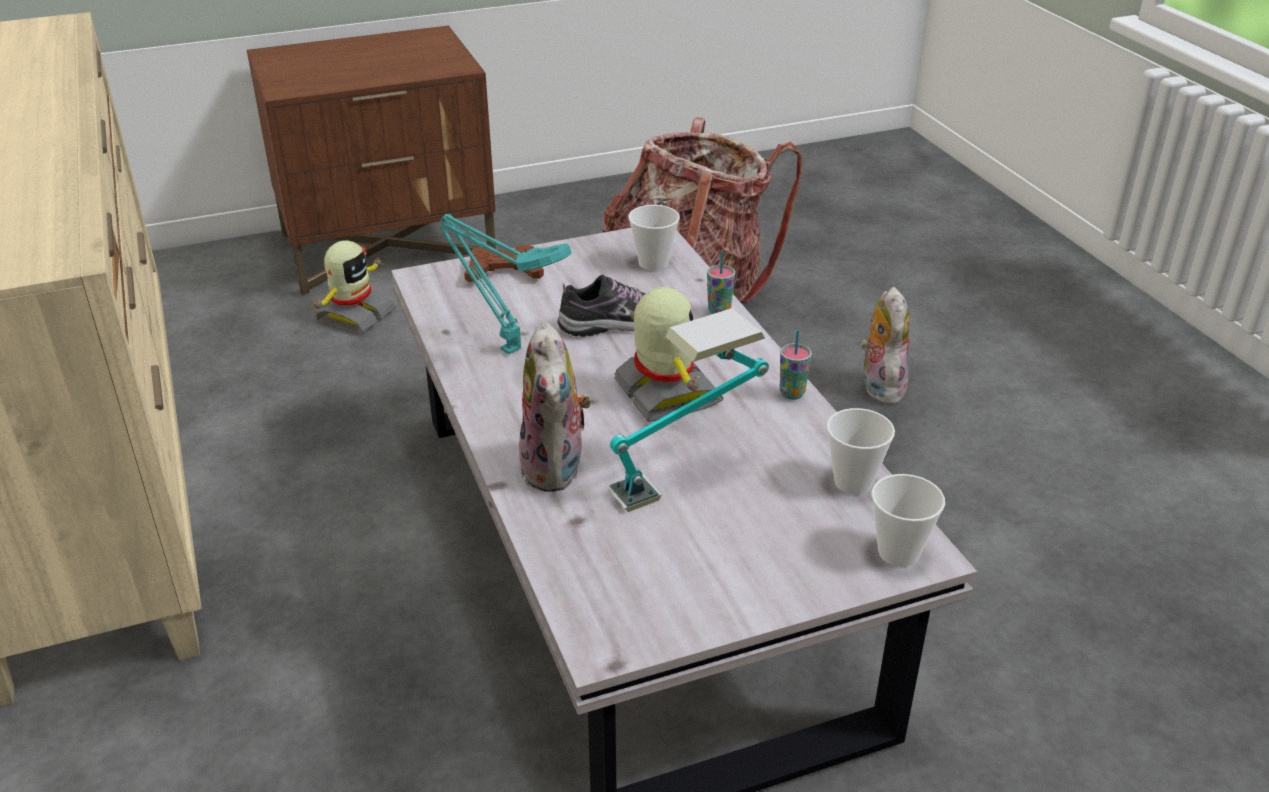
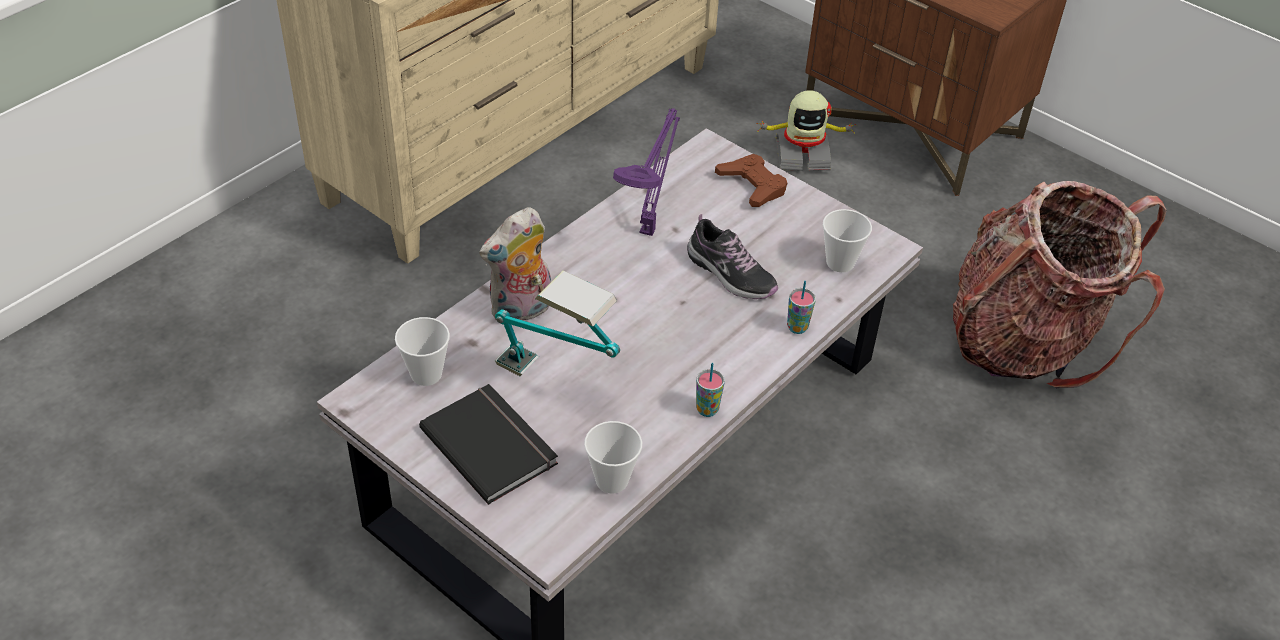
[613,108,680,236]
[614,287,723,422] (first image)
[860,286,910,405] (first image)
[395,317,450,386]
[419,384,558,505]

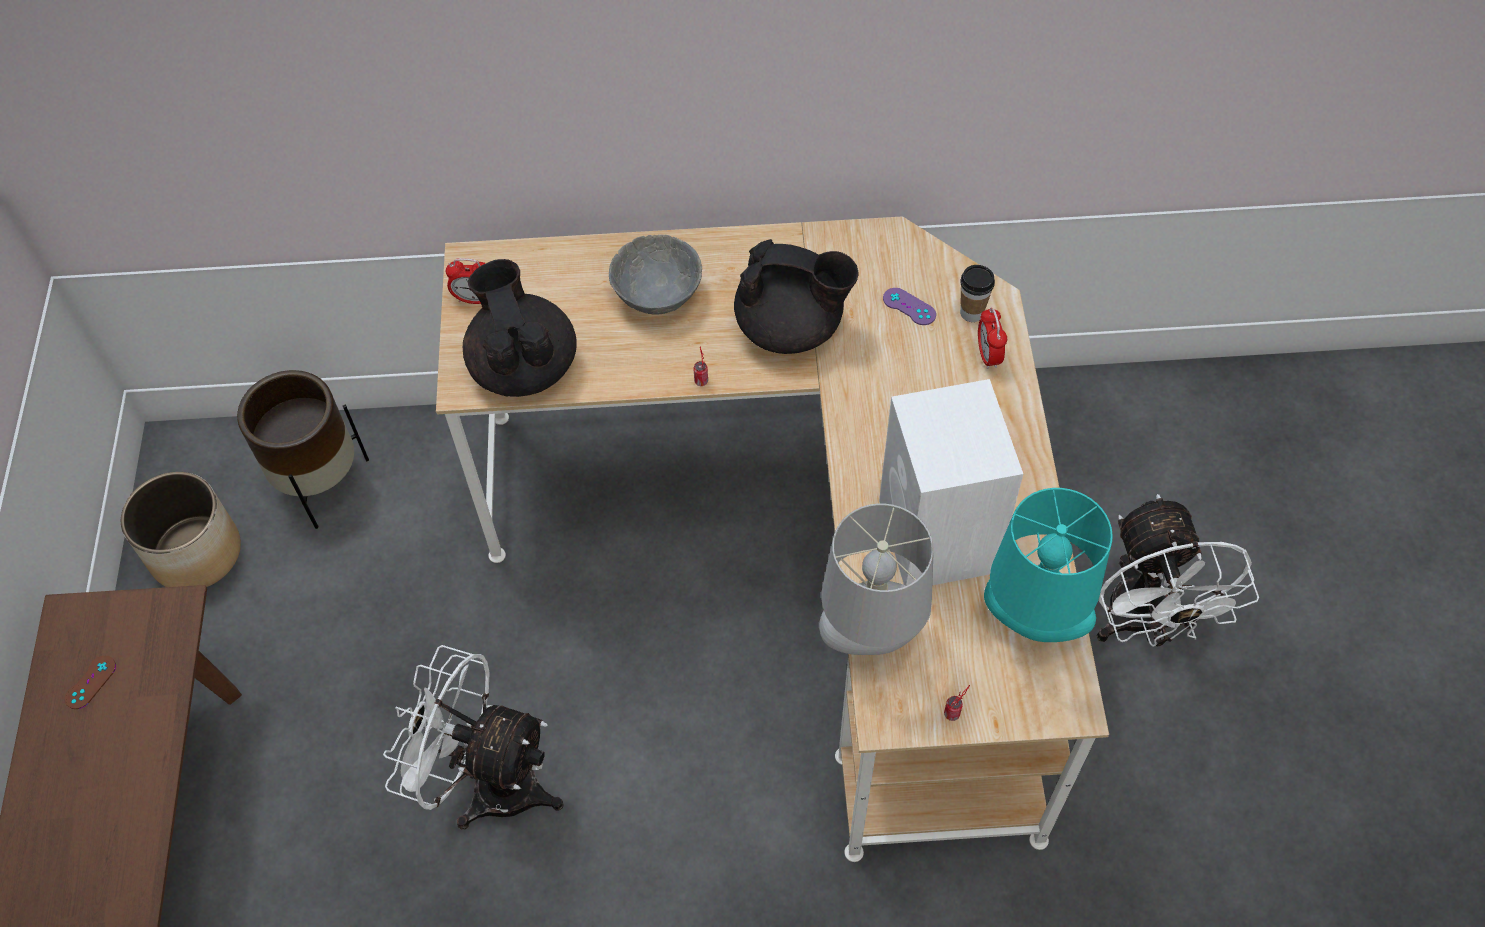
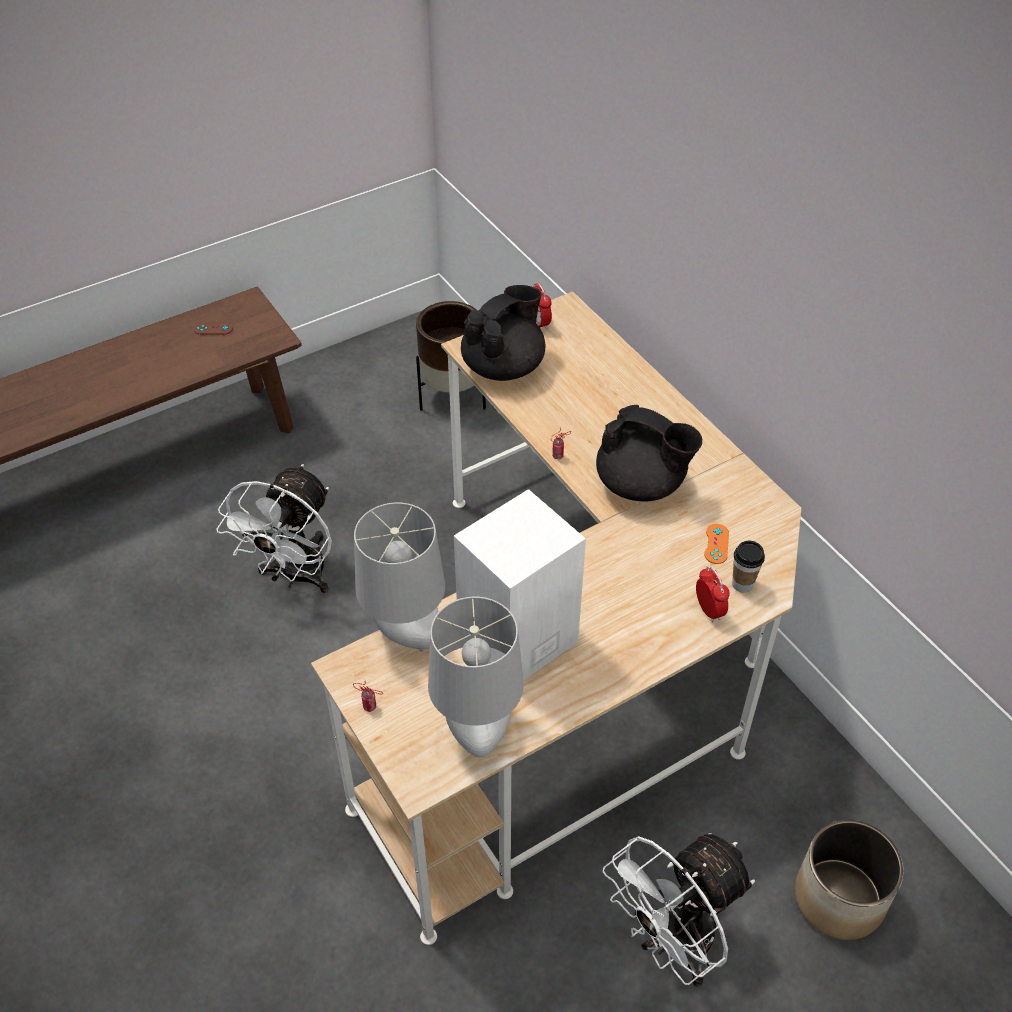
[795,820,903,940]
[216,464,332,593]
[609,235,702,315] (first image)
[596,405,702,501]
[704,524,729,564]
[696,566,730,622]
[428,597,524,757]

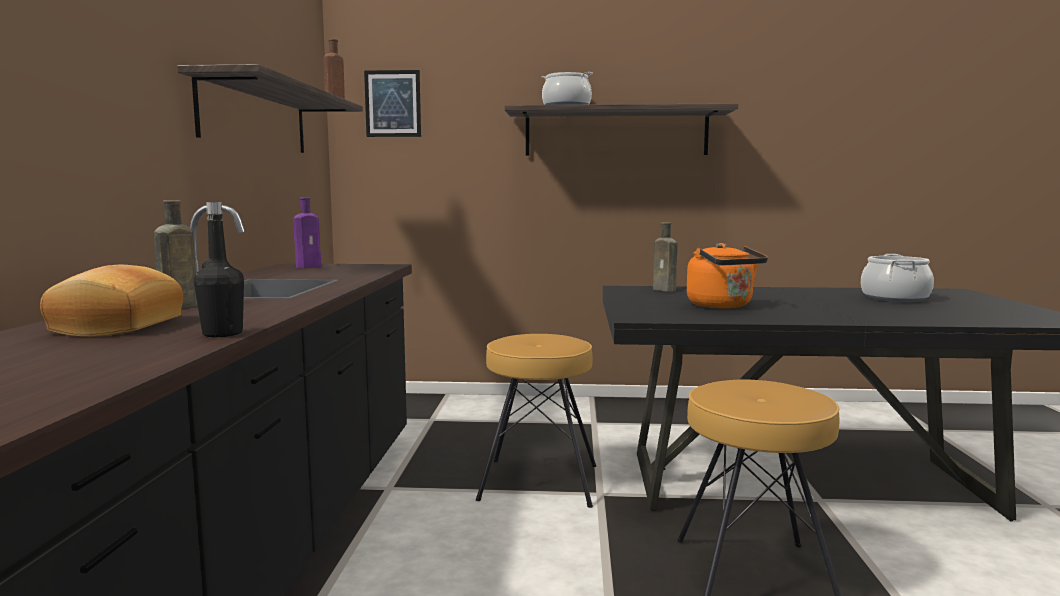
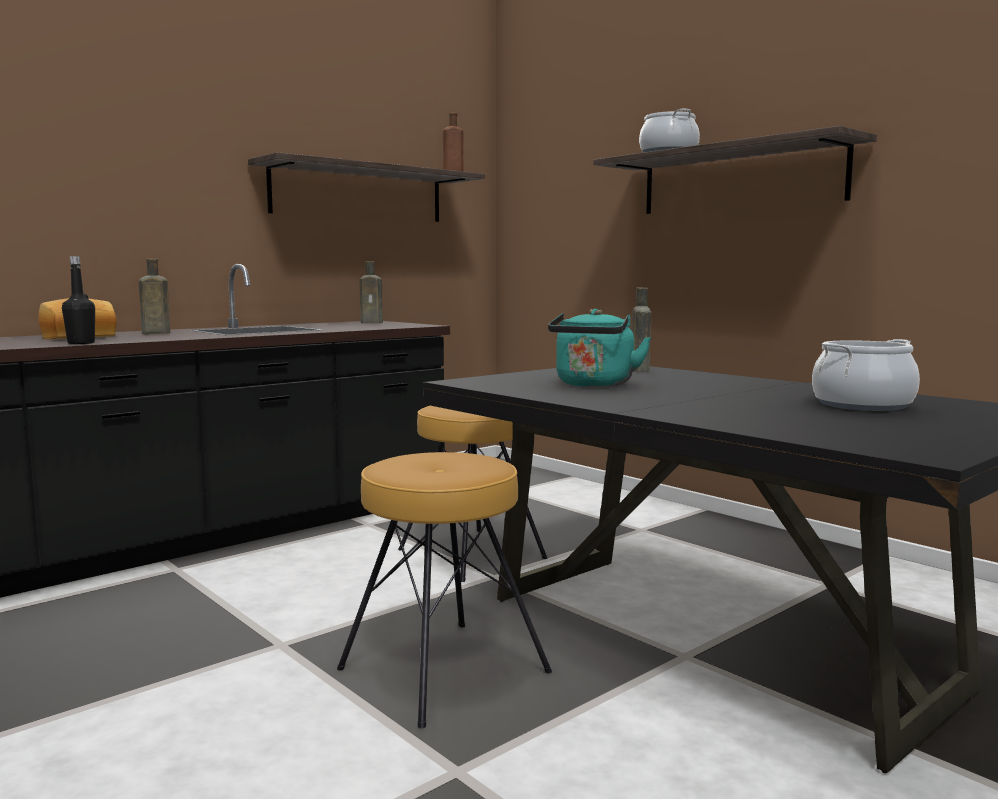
[359,261,383,323]
[364,70,421,137] (first image)
[548,309,651,387]

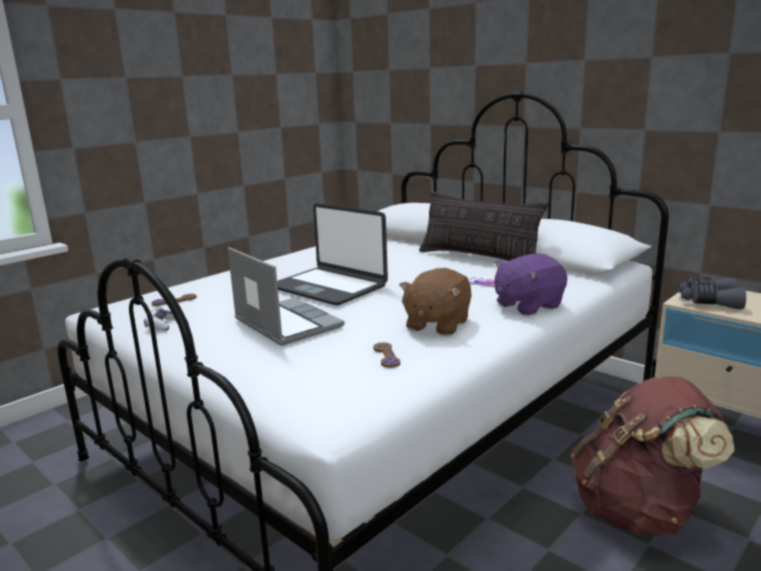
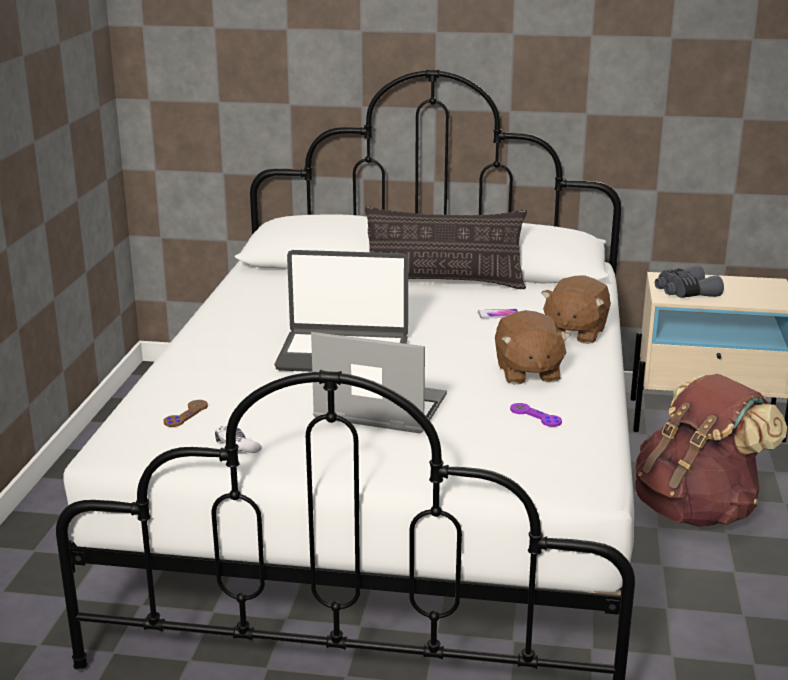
[510,403,562,427]
[541,275,611,344]

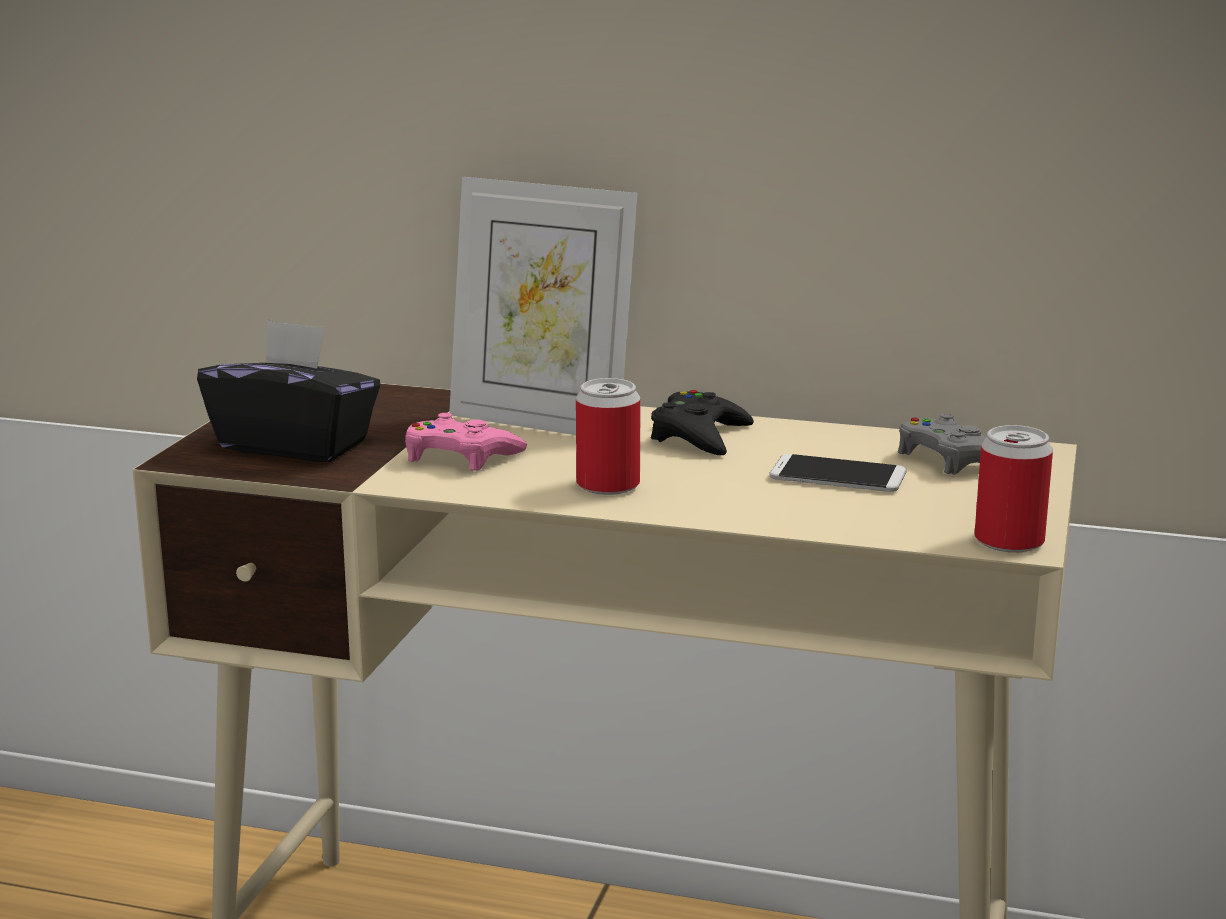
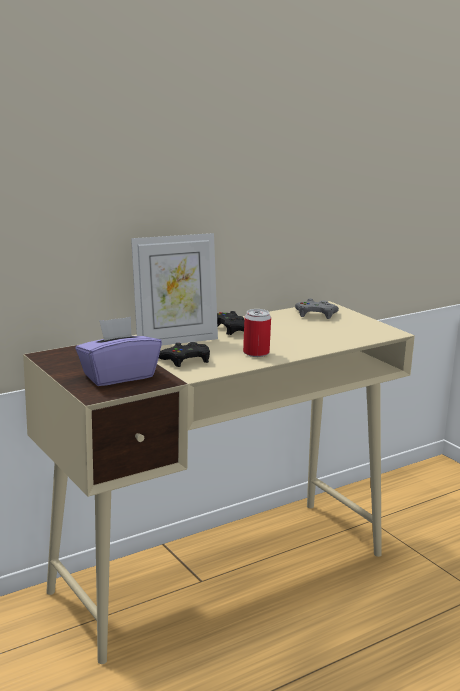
[75,316,162,386]
[159,342,210,367]
[769,454,907,492] (first image)
[975,425,1053,552] (first image)

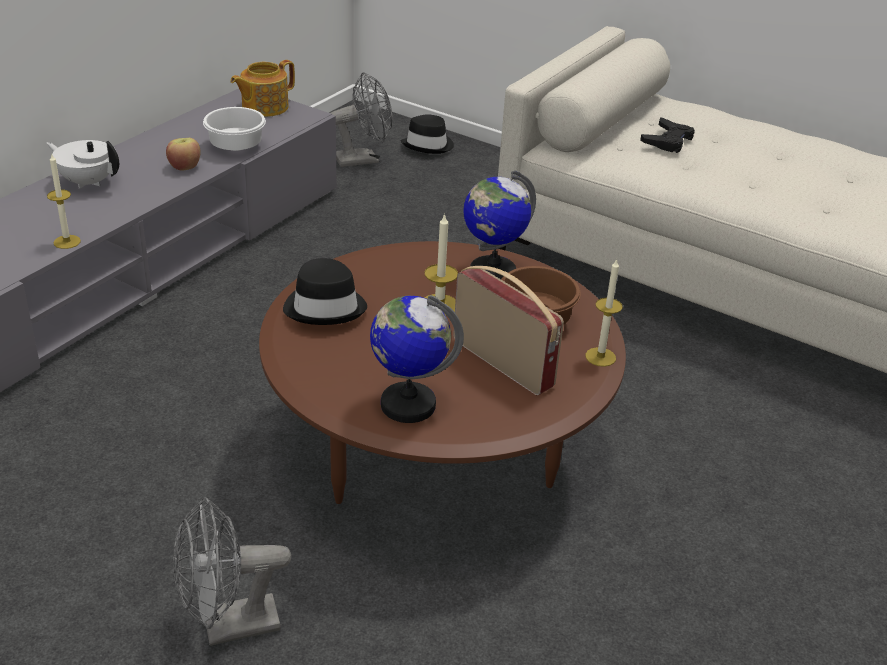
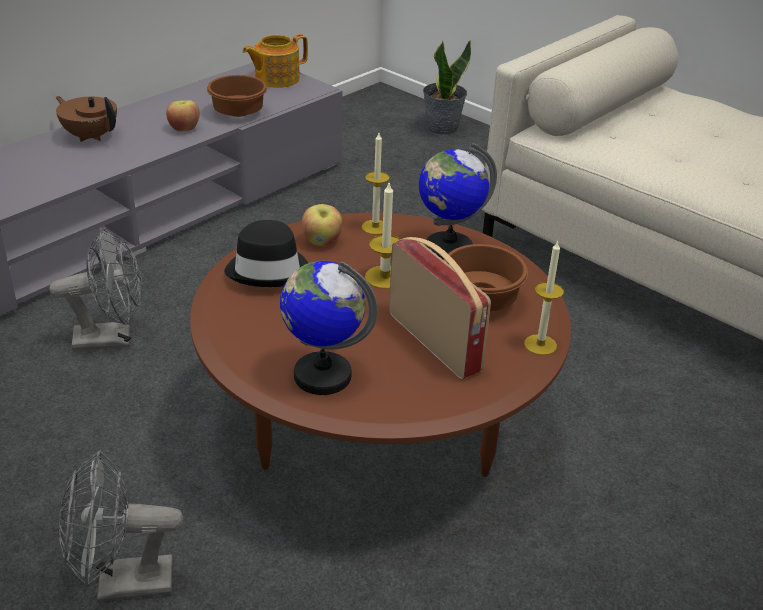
[56,96,117,142]
[362,133,390,235]
[207,75,267,117]
[49,229,142,351]
[423,40,471,135]
[640,117,695,153] (first image)
[302,204,343,246]

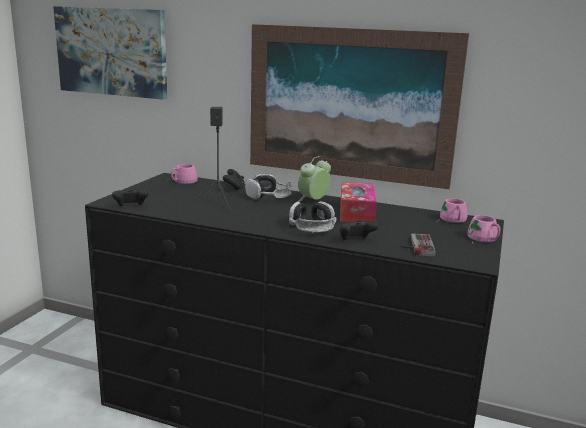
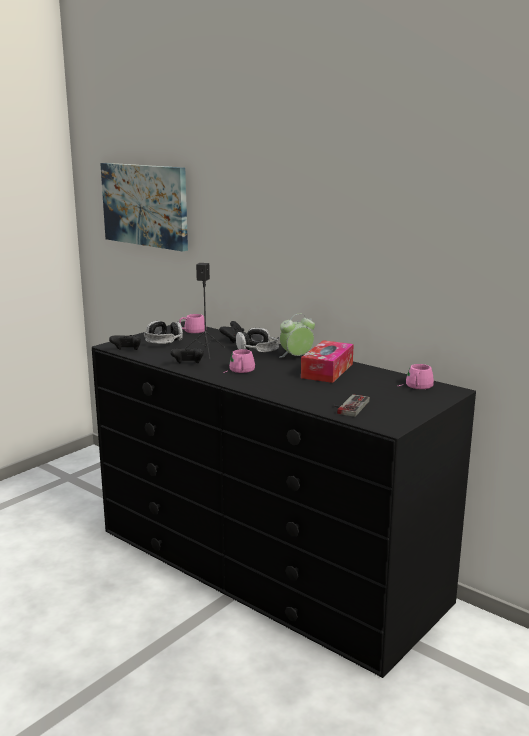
[250,24,469,189] (first image)
[144,320,183,344]
[170,348,204,363]
[223,349,255,373]

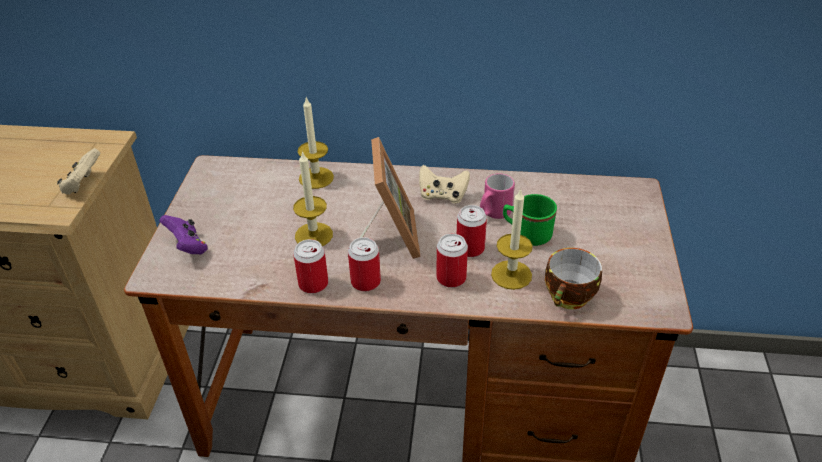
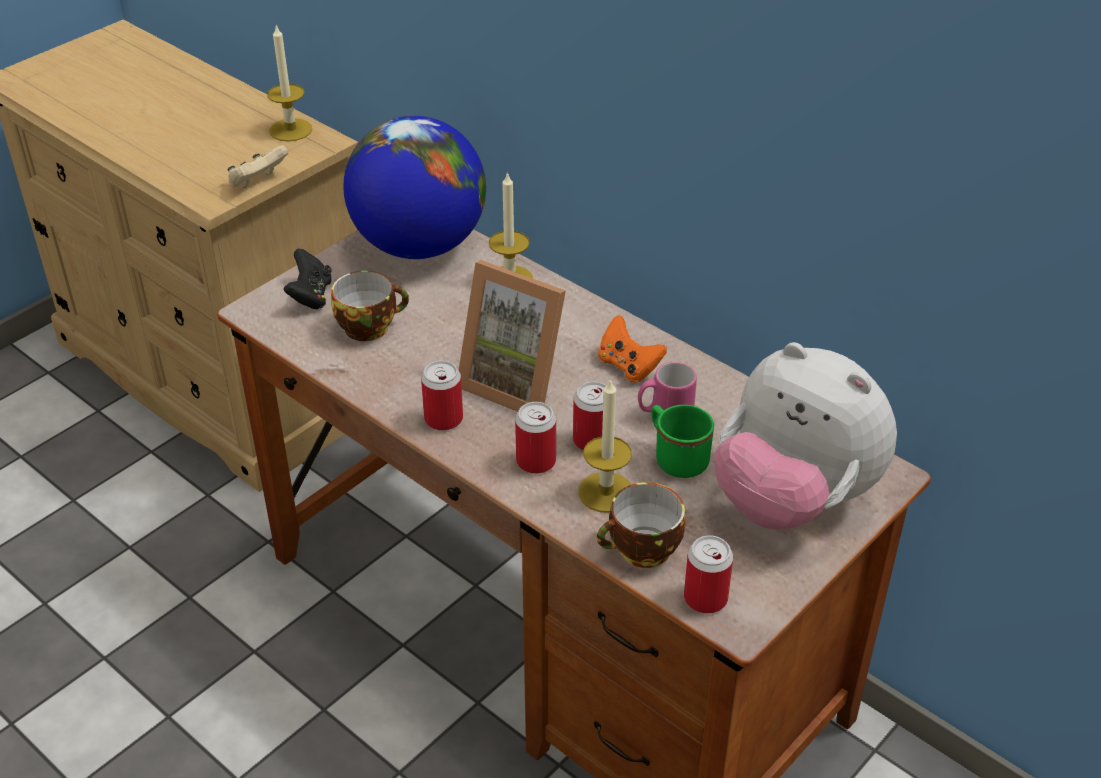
[284,249,332,309]
[267,24,312,142]
[684,535,733,613]
[459,260,566,412]
[598,315,667,383]
[331,270,409,341]
[343,116,486,259]
[715,342,897,529]

